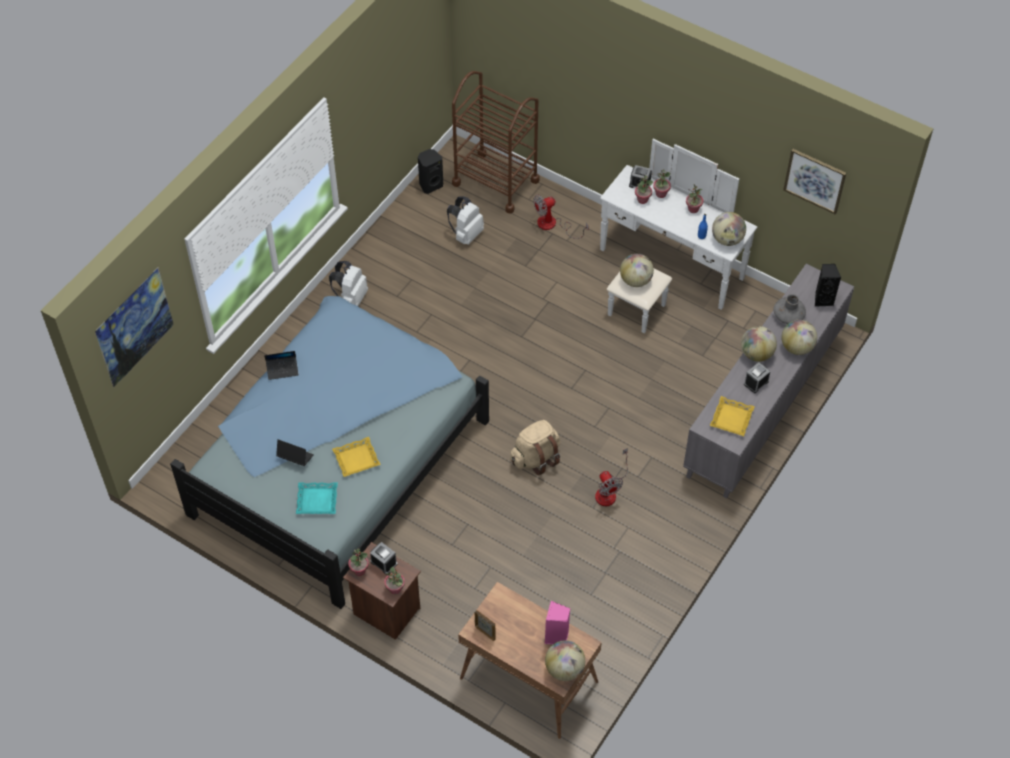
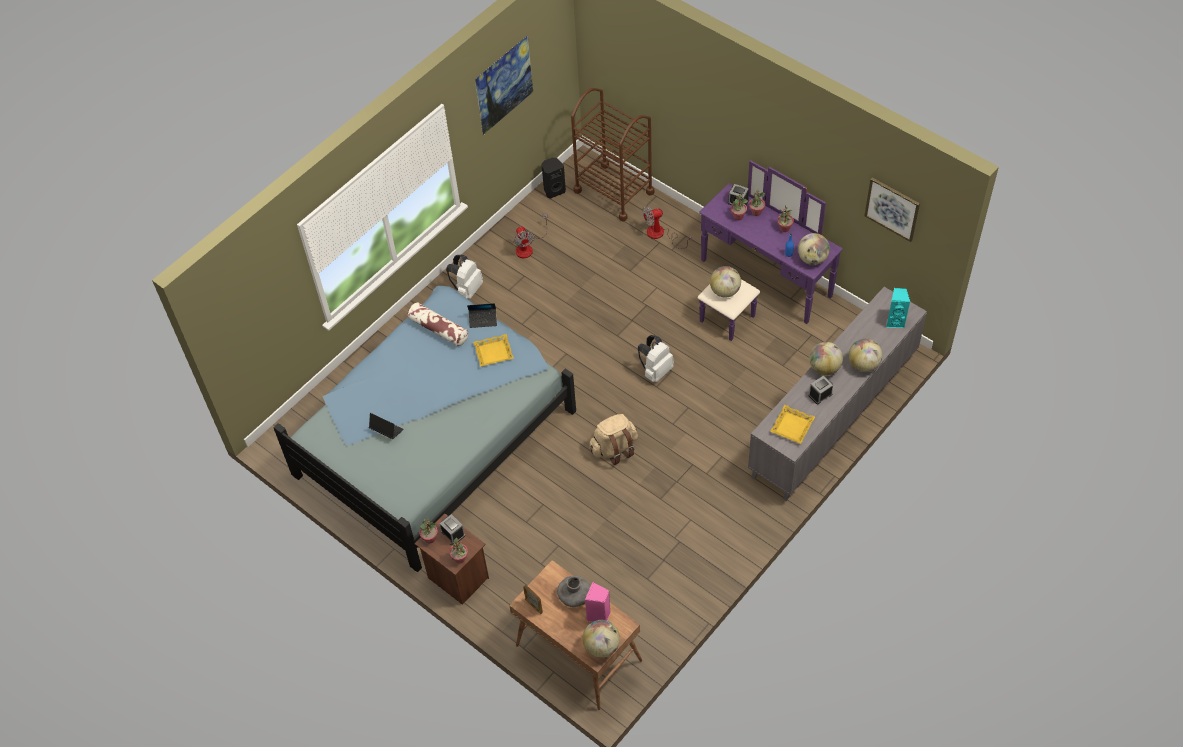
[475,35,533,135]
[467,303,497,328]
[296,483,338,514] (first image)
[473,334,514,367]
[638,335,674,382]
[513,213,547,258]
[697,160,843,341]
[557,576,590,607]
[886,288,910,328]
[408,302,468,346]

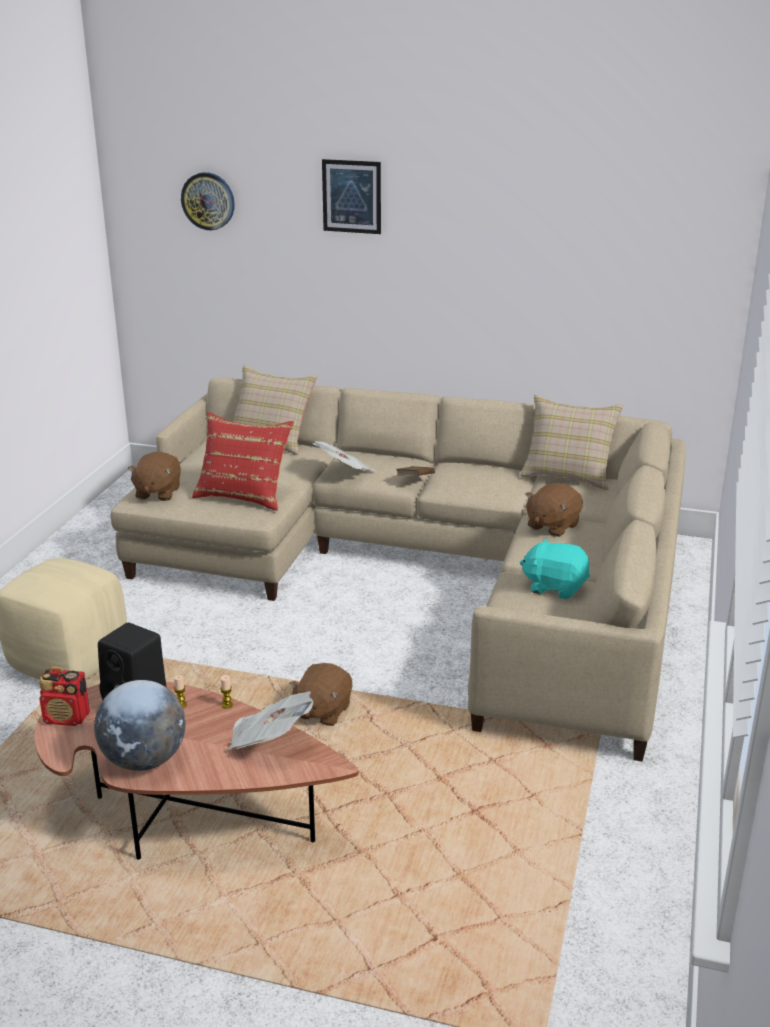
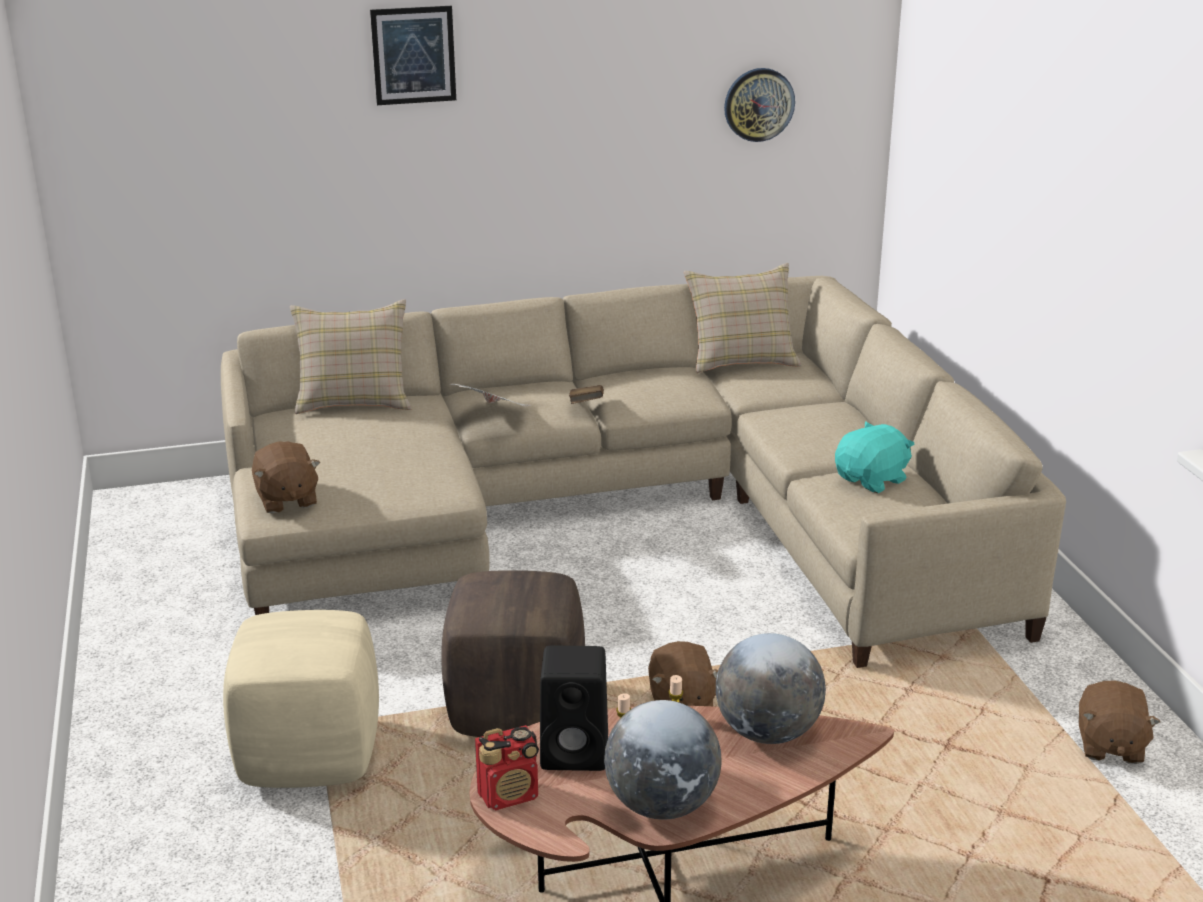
[724,68,795,142]
[192,412,294,511] (first image)
[716,633,826,744]
[835,422,915,493]
[1079,680,1160,764]
[441,570,585,737]

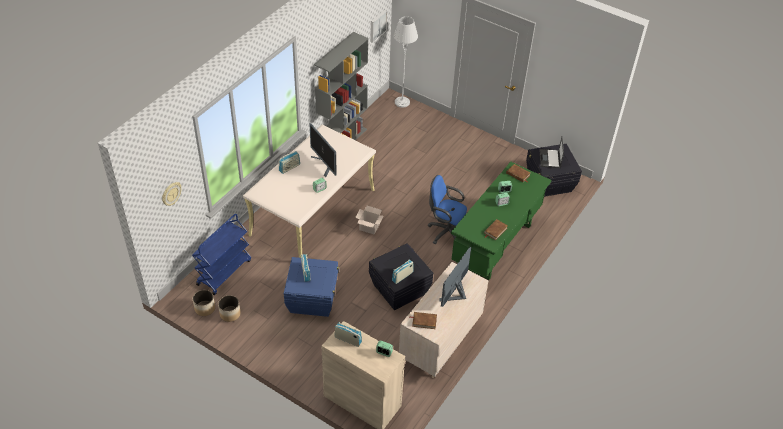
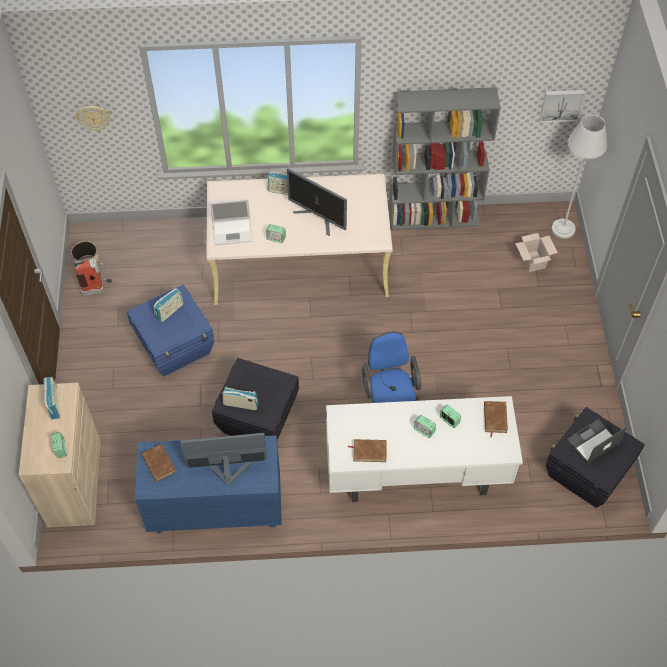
[192,214,251,295] (first image)
[74,258,112,296]
[287,168,347,236]
[515,233,558,272]
[135,435,282,533]
[326,396,523,502]
[210,199,253,245]

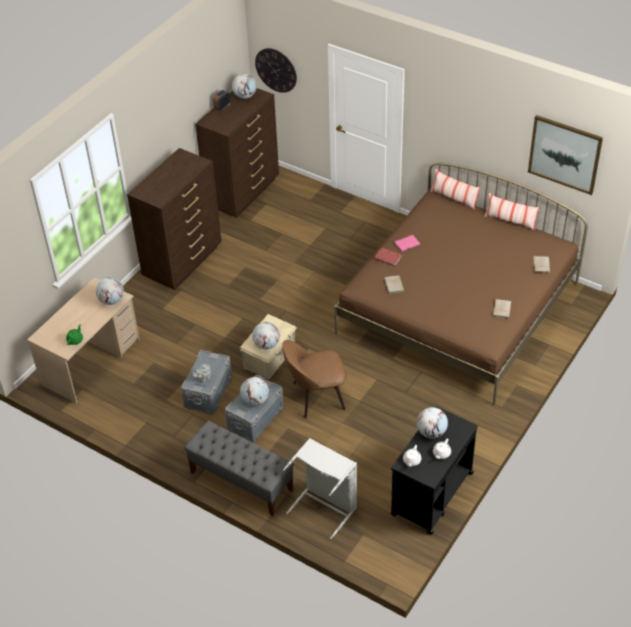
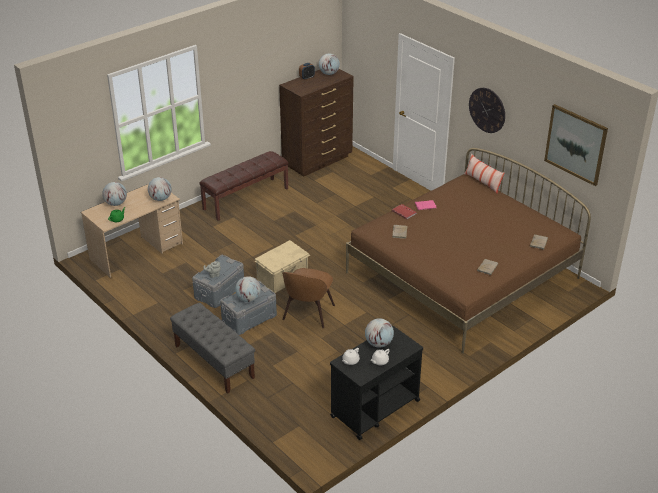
[199,151,289,221]
[102,182,127,206]
[469,88,505,133]
[282,268,335,328]
[283,438,357,539] (first image)
[484,193,540,231] (first image)

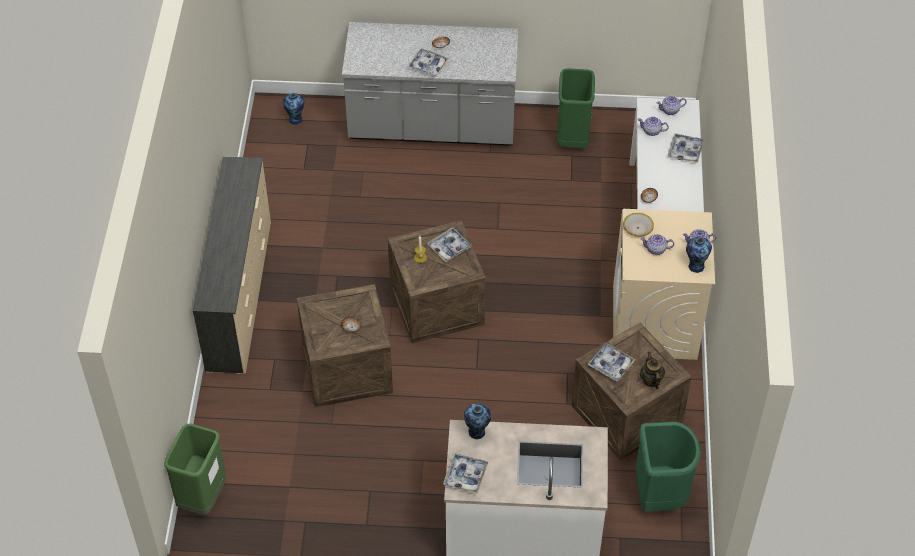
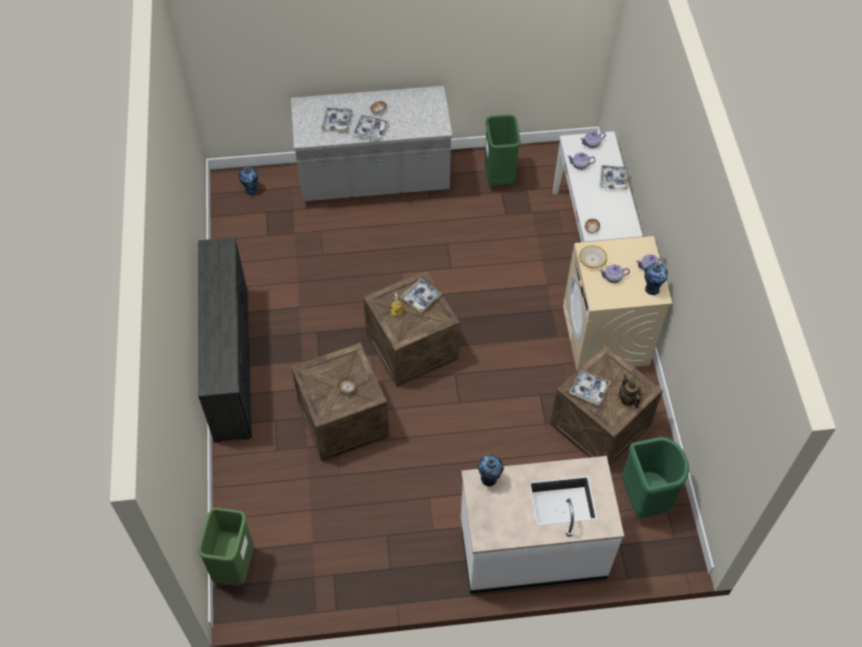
[198,237,252,442]
[321,107,353,131]

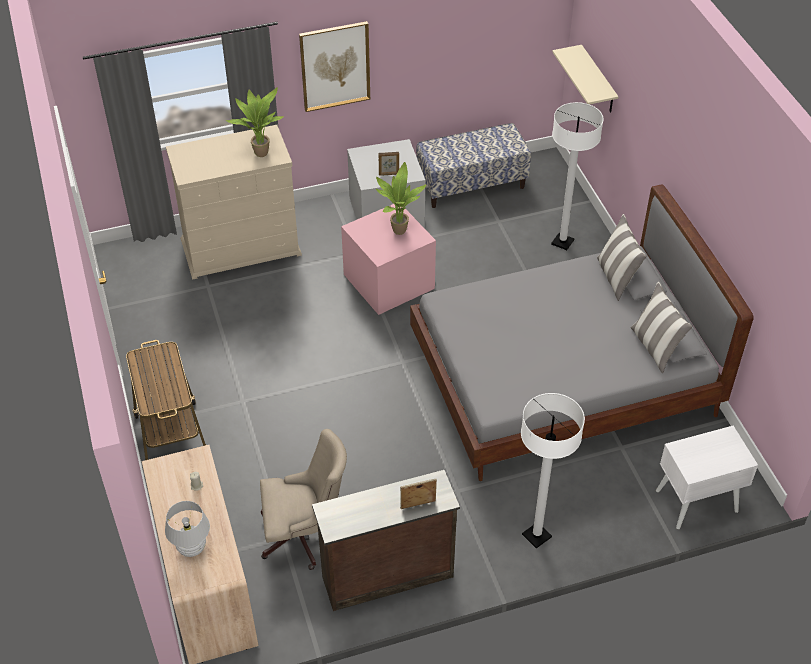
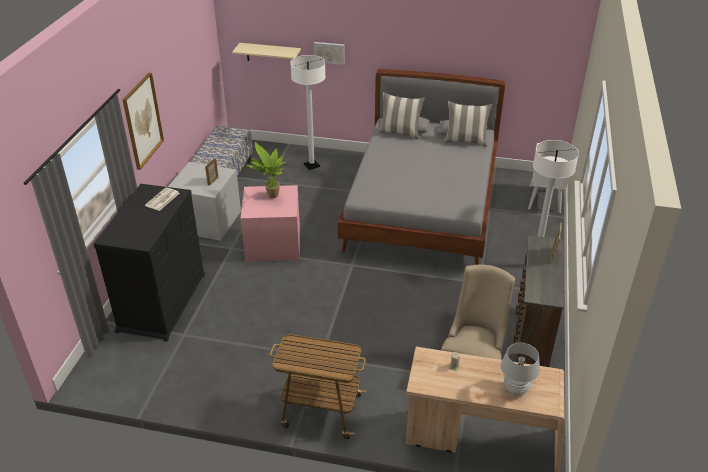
[93,184,205,341]
[145,187,180,211]
[314,42,345,65]

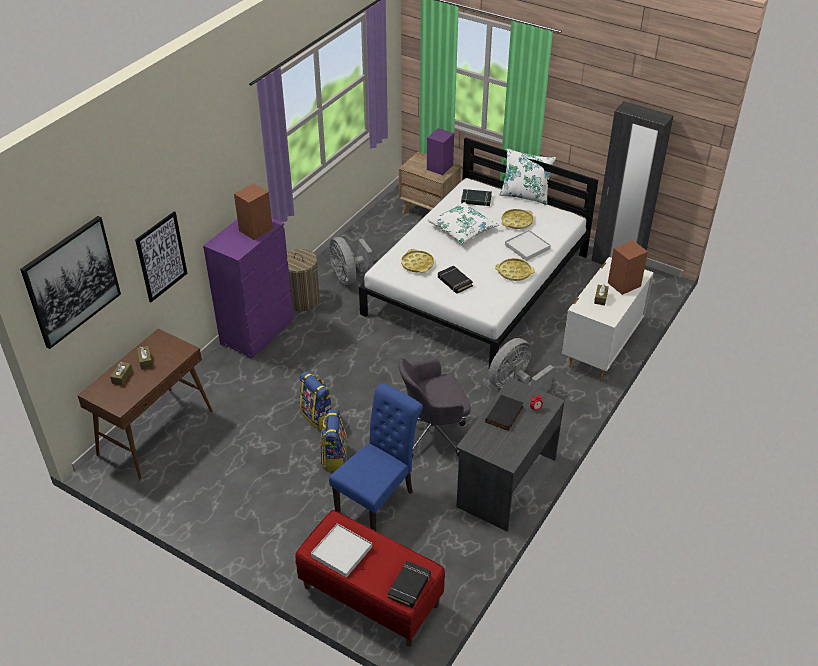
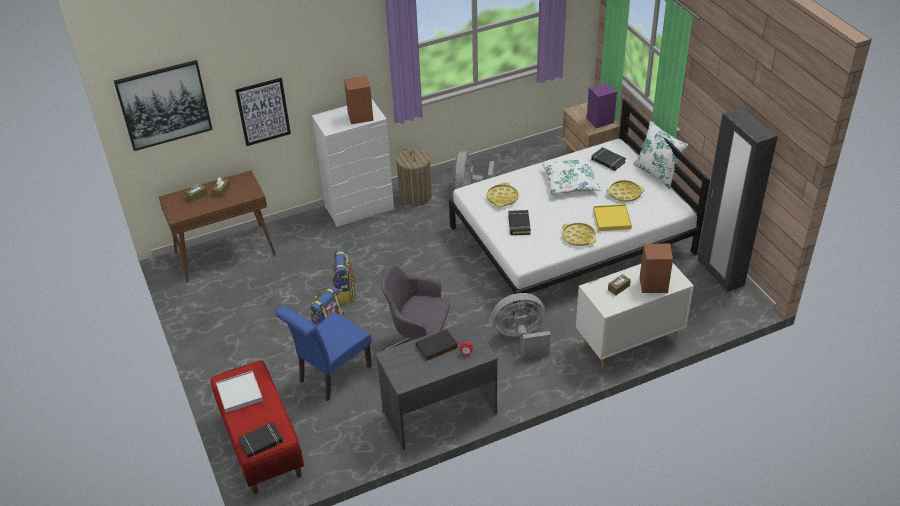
[312,99,394,227]
[275,306,372,401]
[593,204,632,231]

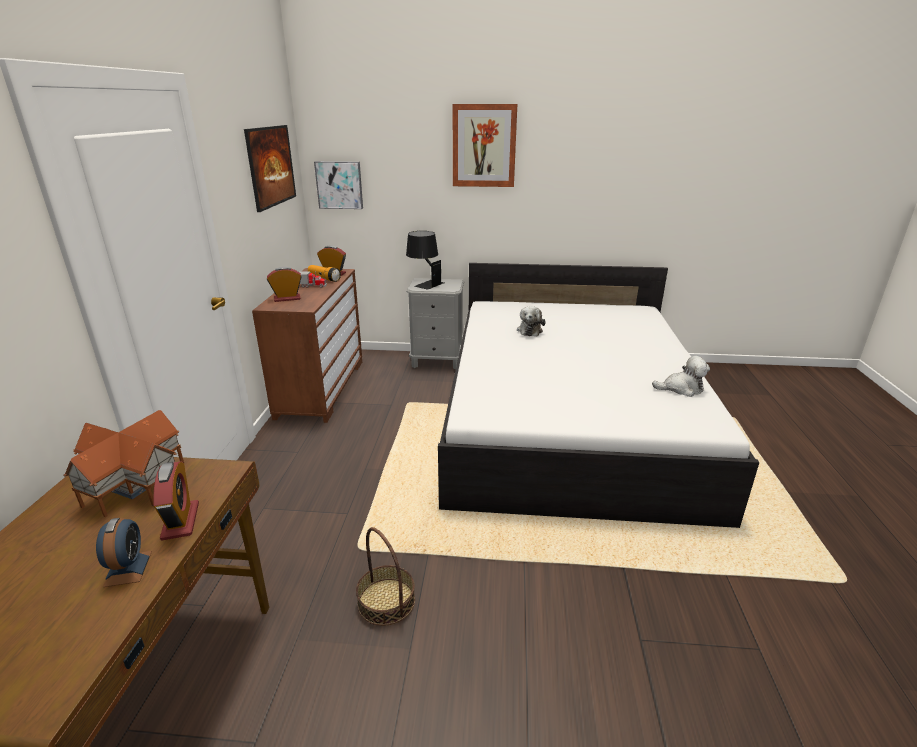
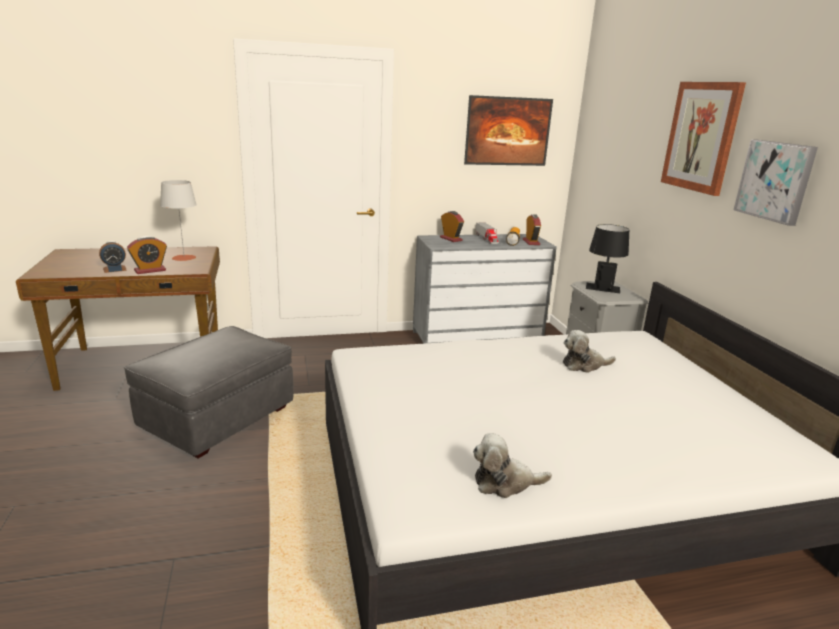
[160,180,197,261]
[413,234,557,344]
[734,139,818,226]
[124,326,294,458]
[473,433,552,498]

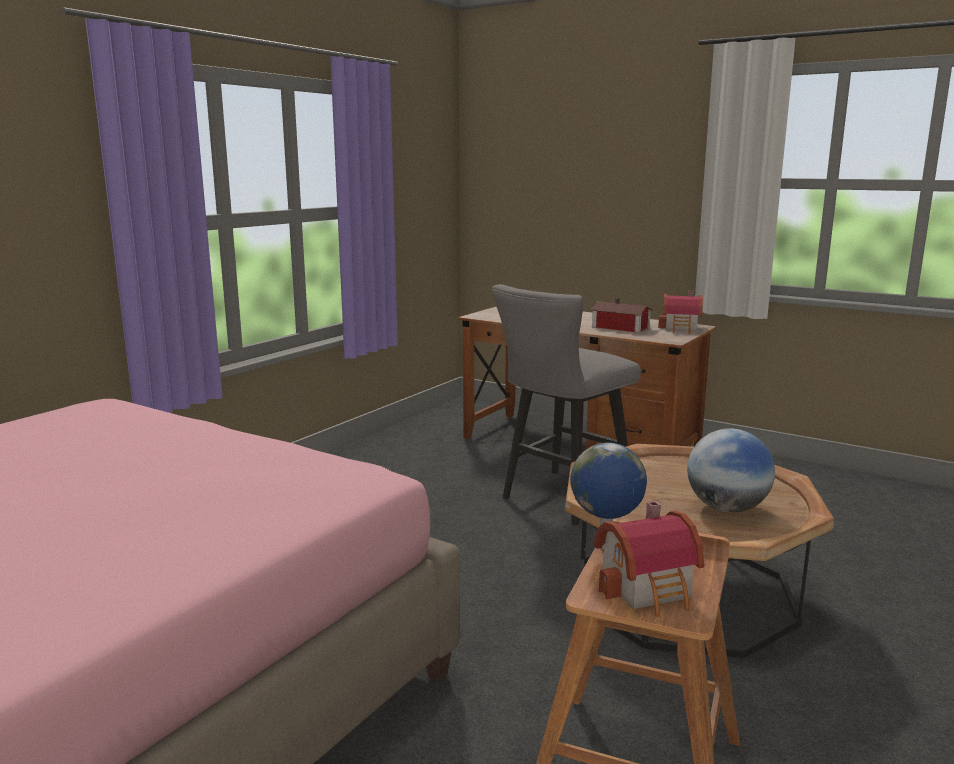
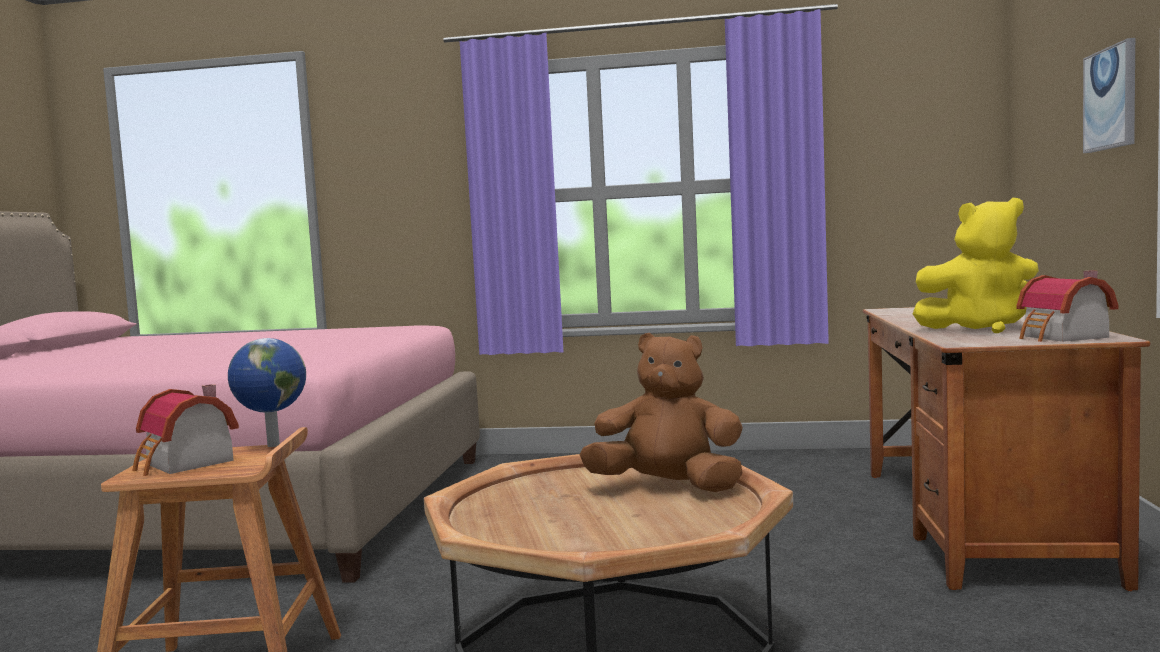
[491,284,641,526] (first image)
[913,198,1039,333]
[687,429,775,513] (first image)
[580,333,743,492]
[1083,38,1135,153]

